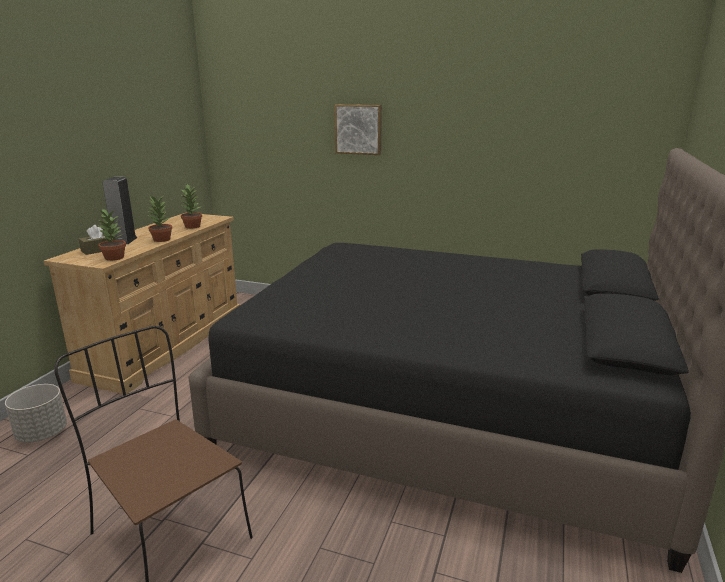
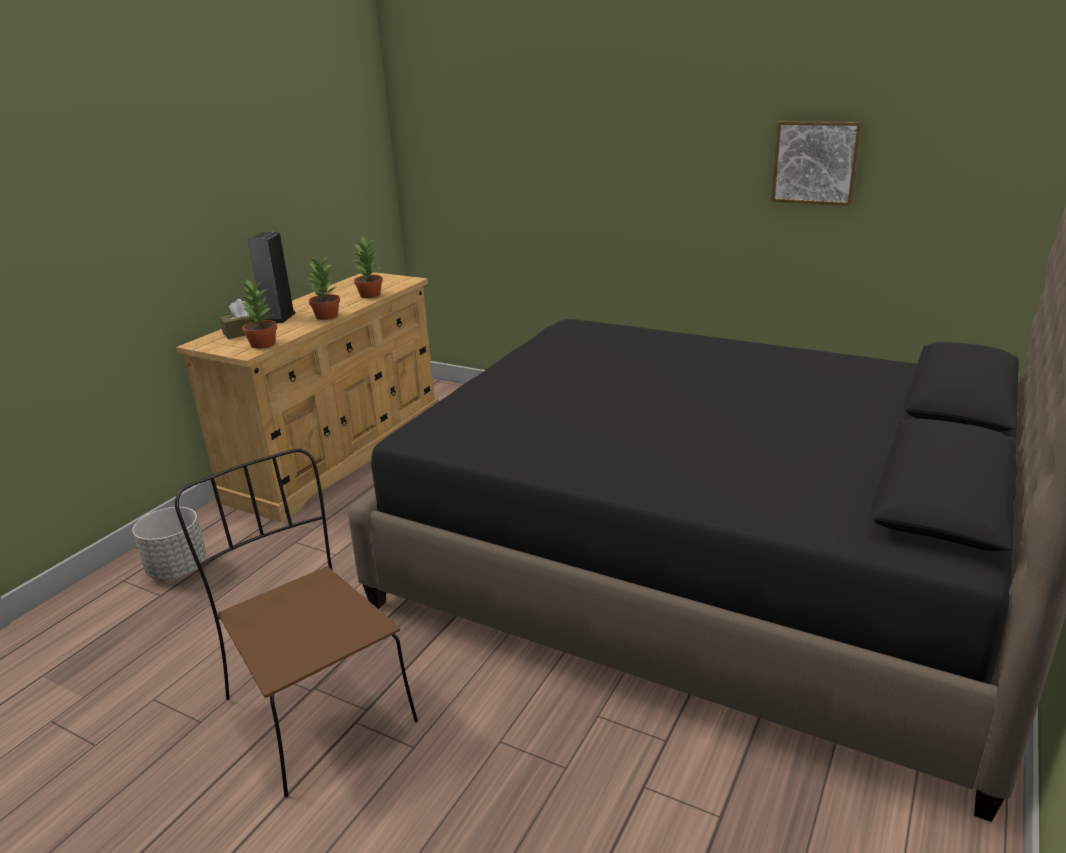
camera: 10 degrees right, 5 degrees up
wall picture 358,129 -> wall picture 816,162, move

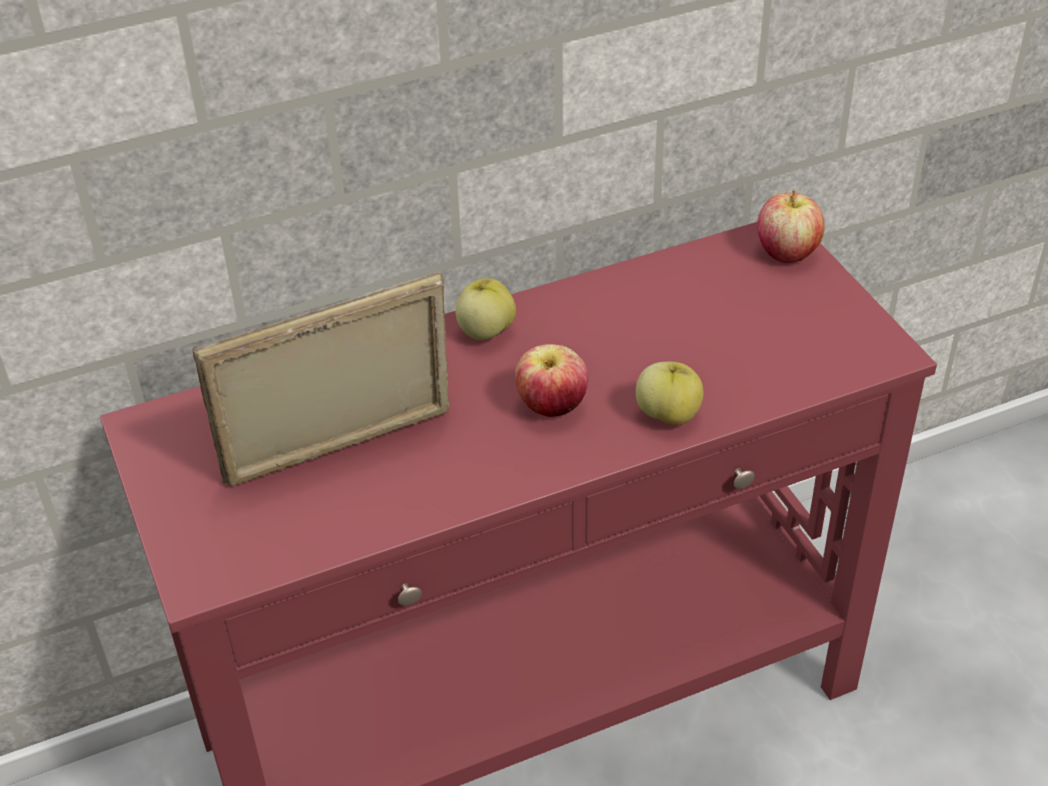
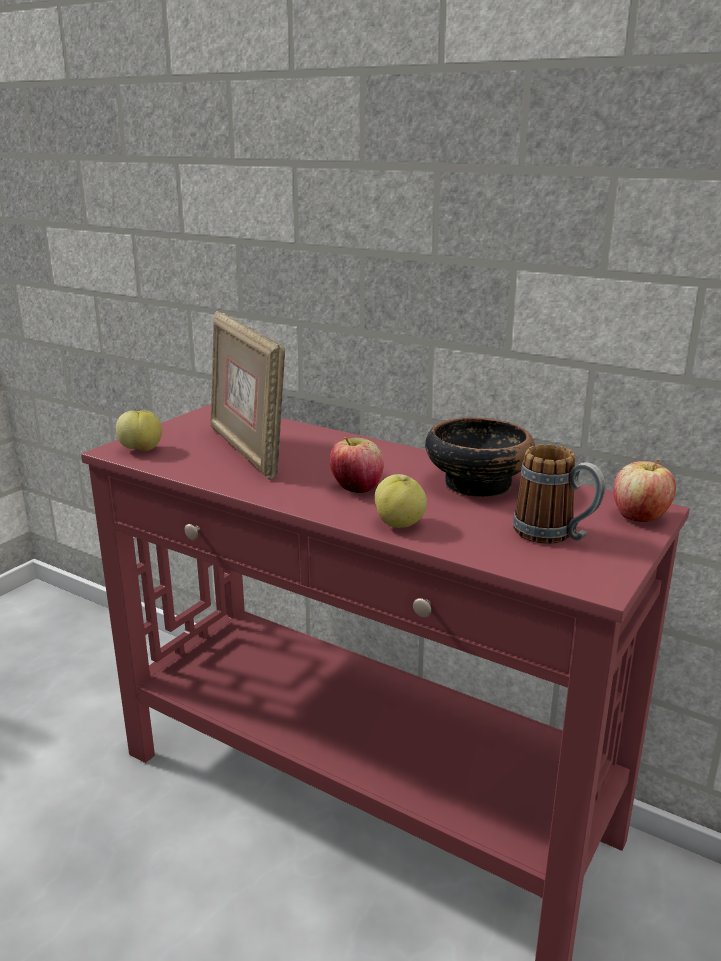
camera: 55 degrees right, 20 degrees down
photo frame 342,452 -> photo frame 247,451, 150 degrees counterclockwise
apple 485,331 -> apple 141,449, move
none -> bowl 476,484
none -> tea mug 555,535

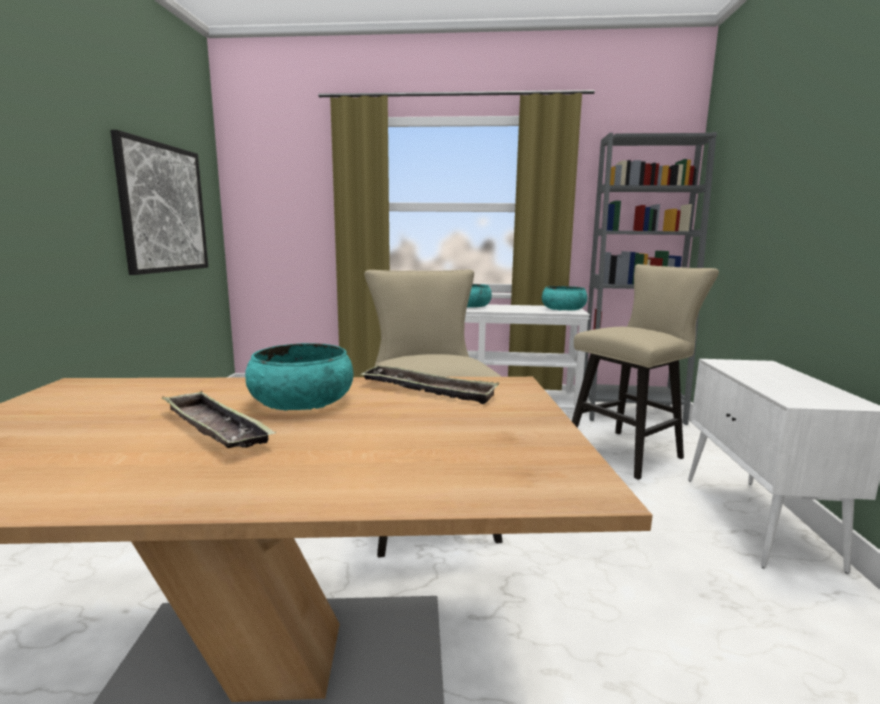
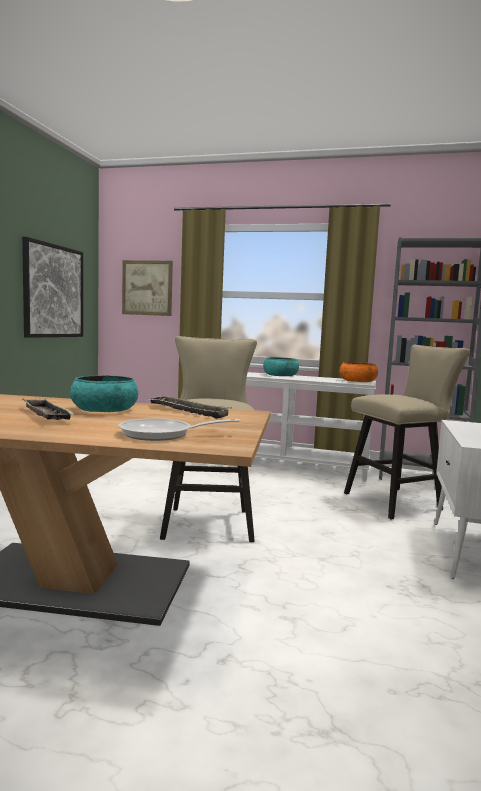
camera: 10 degrees right, 5 degrees down
turquoise-coloured bowl 563,309 -> orange bowl 358,381
none -> skillet 162,434
none -> wall picture 147,288

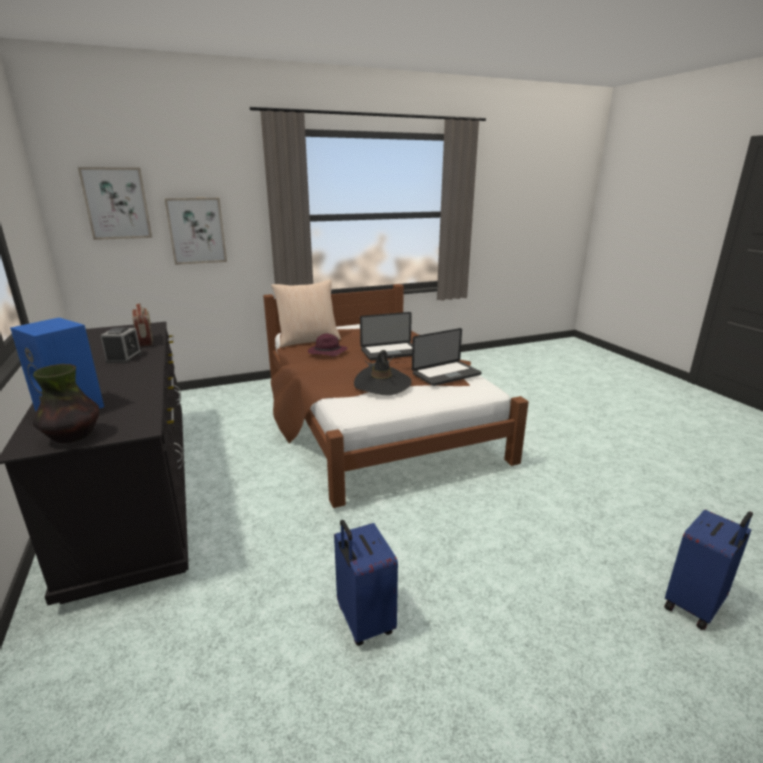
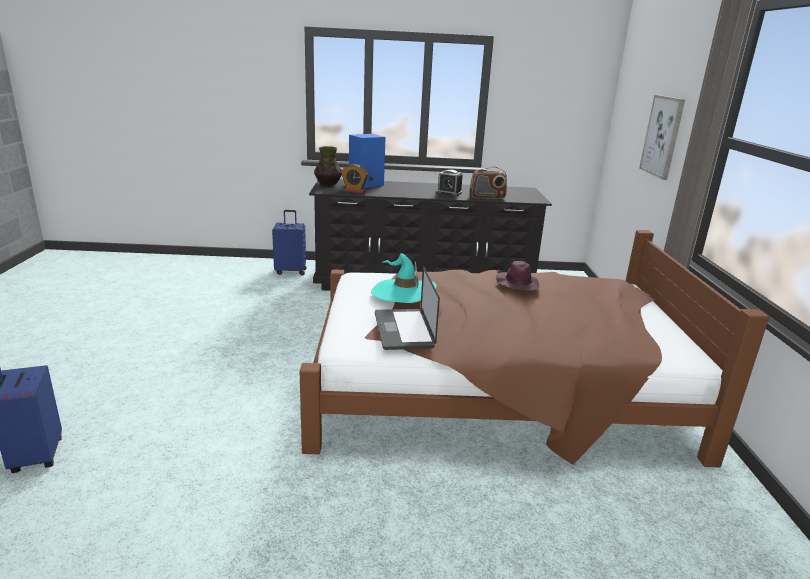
camera: 110 degrees right, 0 degrees up
wall picture 117,203 -> none
sand-coloured throw pillow 308,340 -> none
bluish suitcase 363,621 -> bluish suitcase 291,271, move
black-coloured hat 382,384 -> turquoise-coloured hat 403,293
notebook computer 390,352 -> none
none -> table clock 354,191

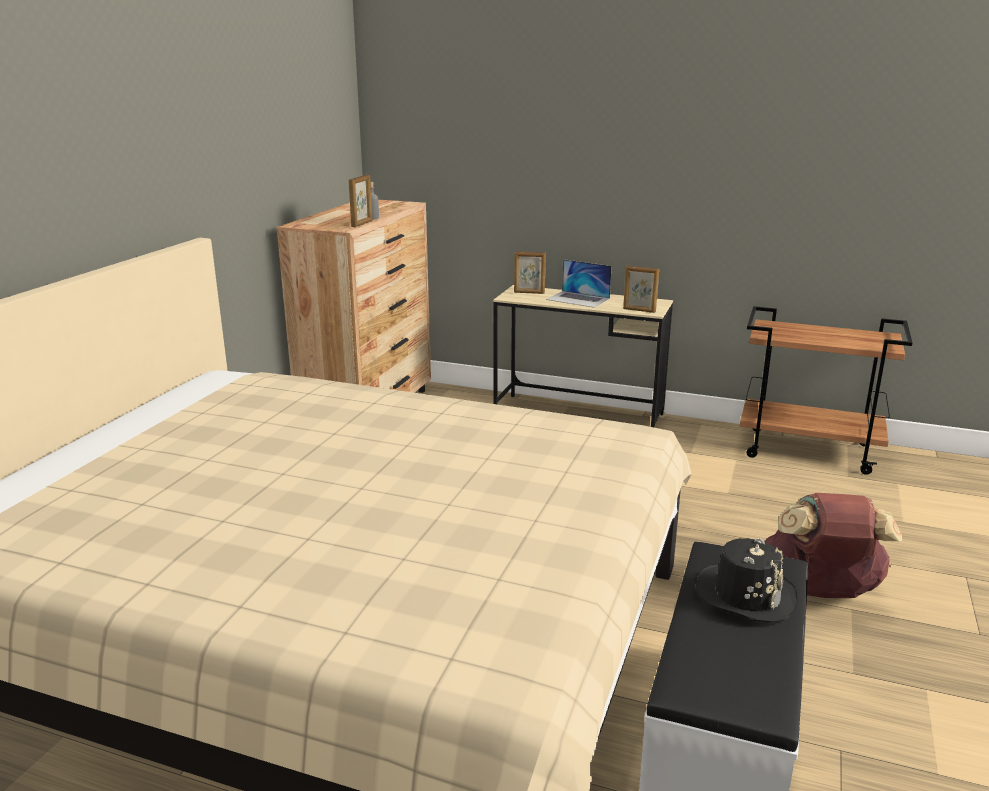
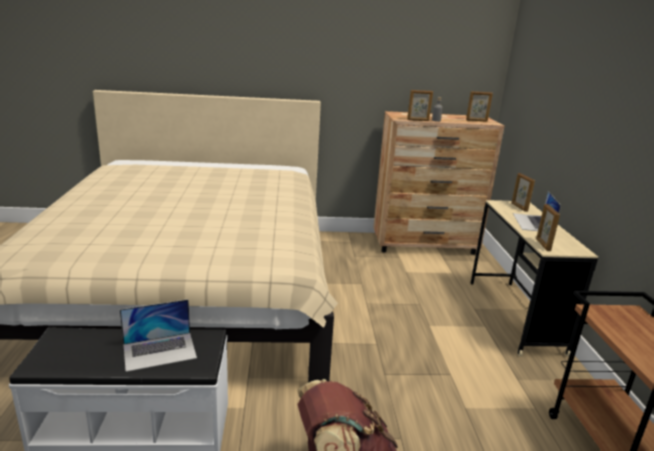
camera: 65 degrees right, 0 degrees up
black-coloured hat 745,594 -> notebook computer 160,351
none -> photo frame 476,120

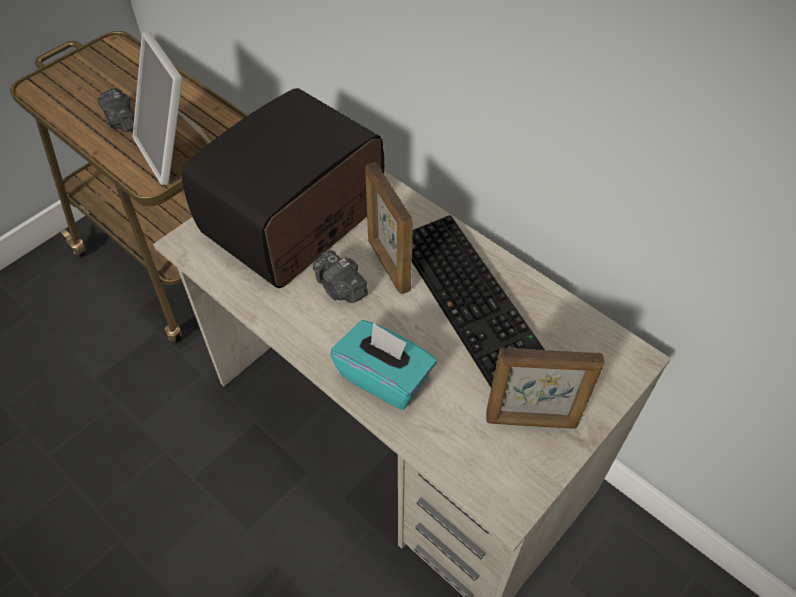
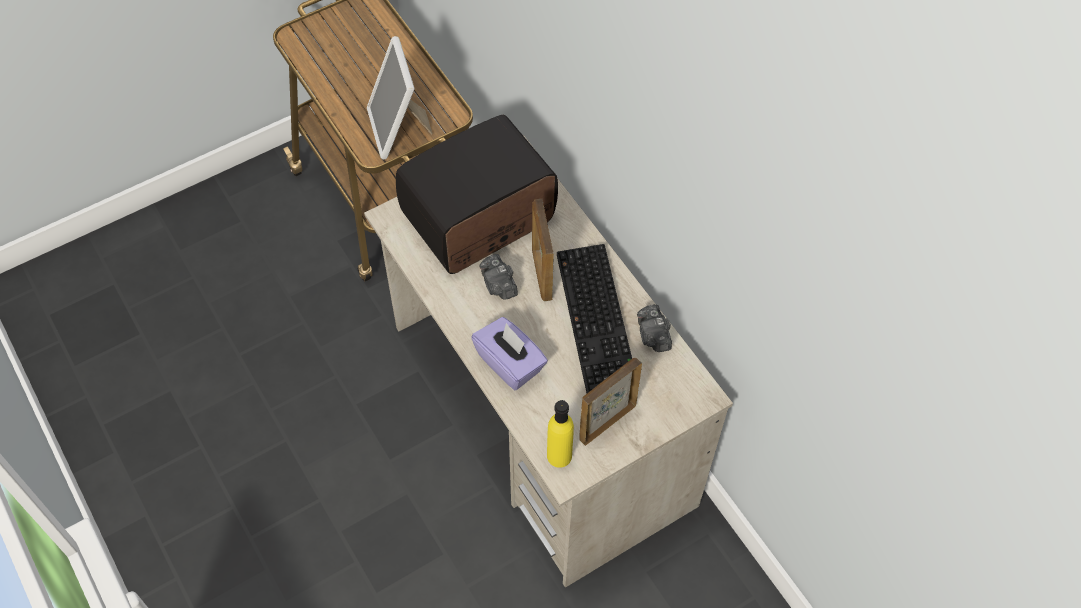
camera: 15 degrees right, 5 degrees up
photo camera 122,121 -> photo camera 653,336, move
turquoise-coloured box of tissues 384,377 -> purple-coloured box of tissues 510,363
photo frame 531,421 -> photo frame 606,422, 120 degrees clockwise
none -> yellow-coloured bottle 559,455

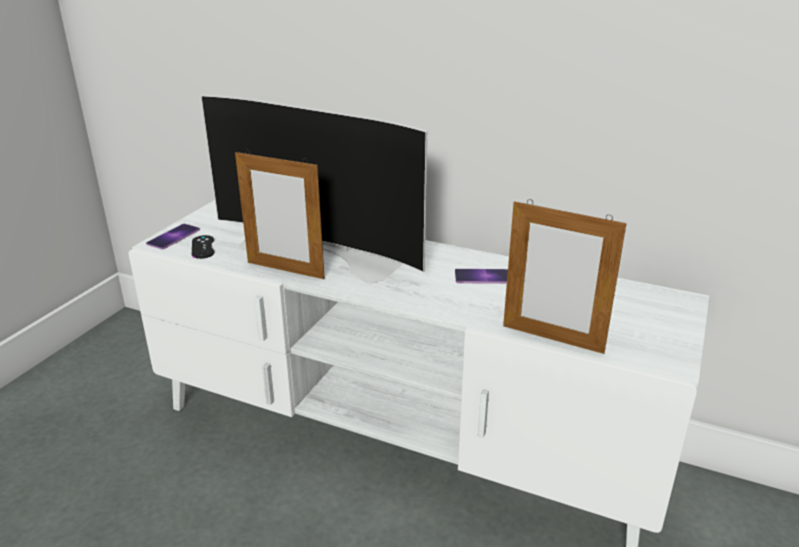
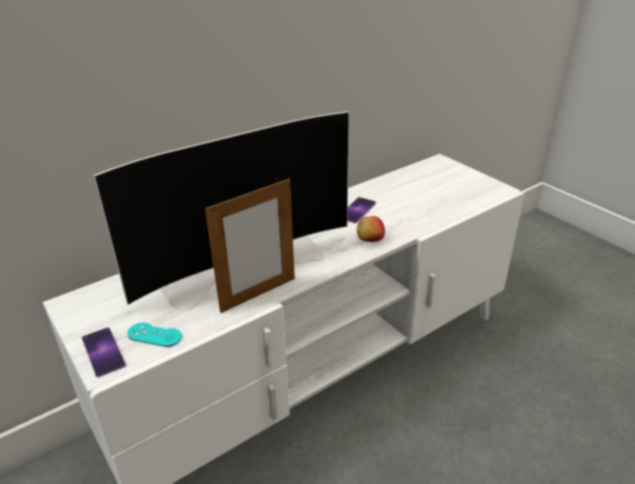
camera: 60 degrees left, 5 degrees up
black-coloured gamepad 203,247 -> turquoise-coloured gamepad 154,335
photo frame 552,339 -> none
none -> apple 370,239

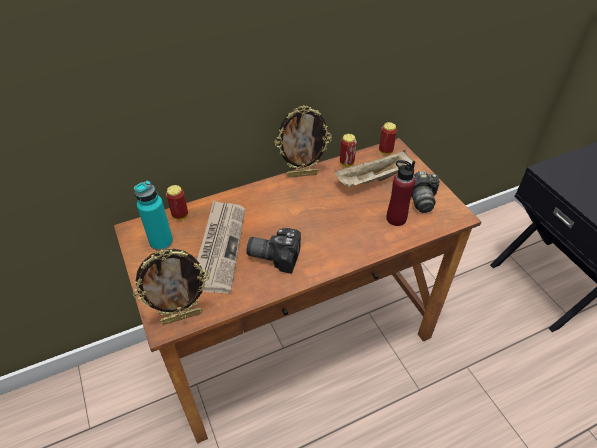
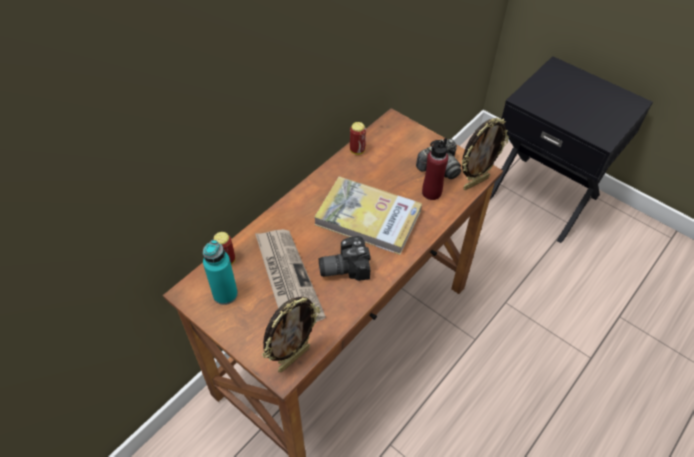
camera: 25 degrees left, 5 degrees up
photo frame 302,174 -> photo frame 475,182, move
sand-coloured tray 373,180 -> none
sealed can 385,151 -> none
none -> volume 368,218

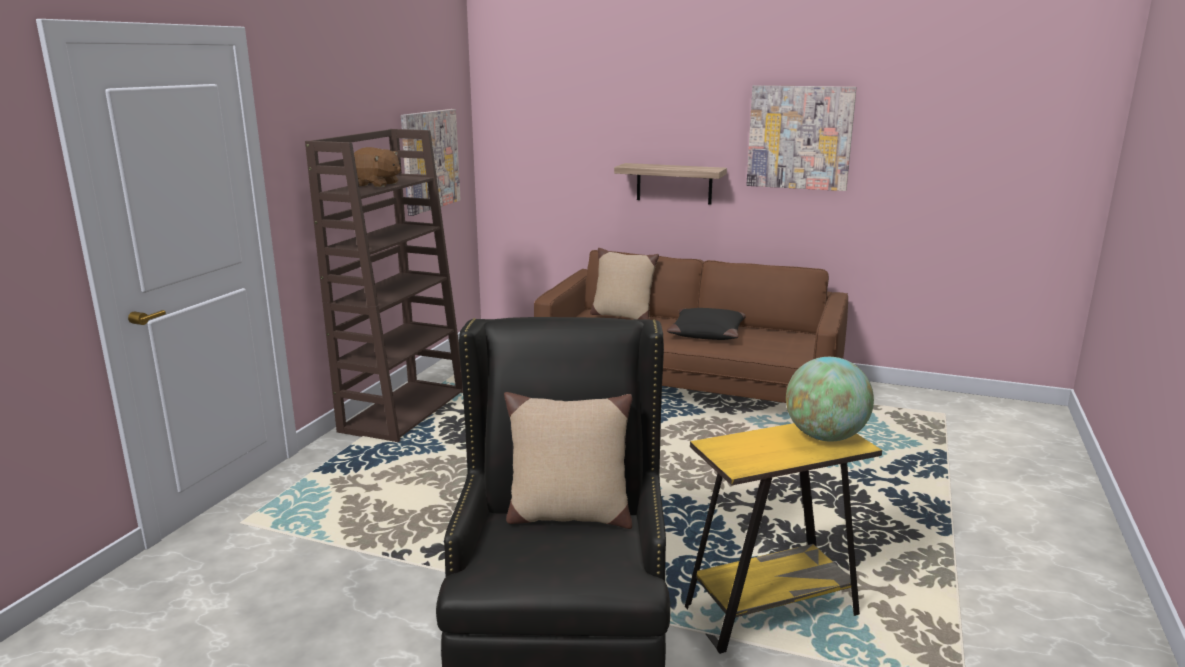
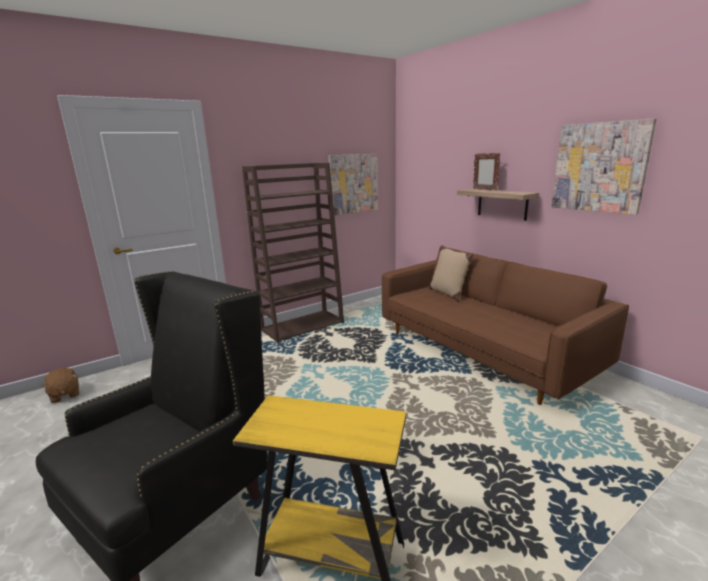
camera: 35 degrees right, 0 degrees up
brown plush toy 376,184 -> brown plush toy 64,395, move
sand-coloured throw pillow 568,516 -> none
black-coloured throw pillow 706,333 -> none
desk globe 825,437 -> none
none -> photo frame 484,190

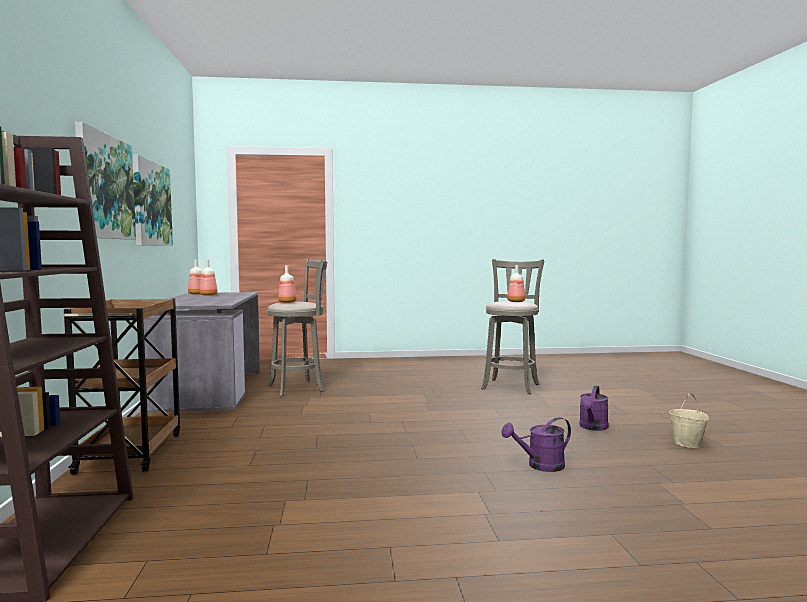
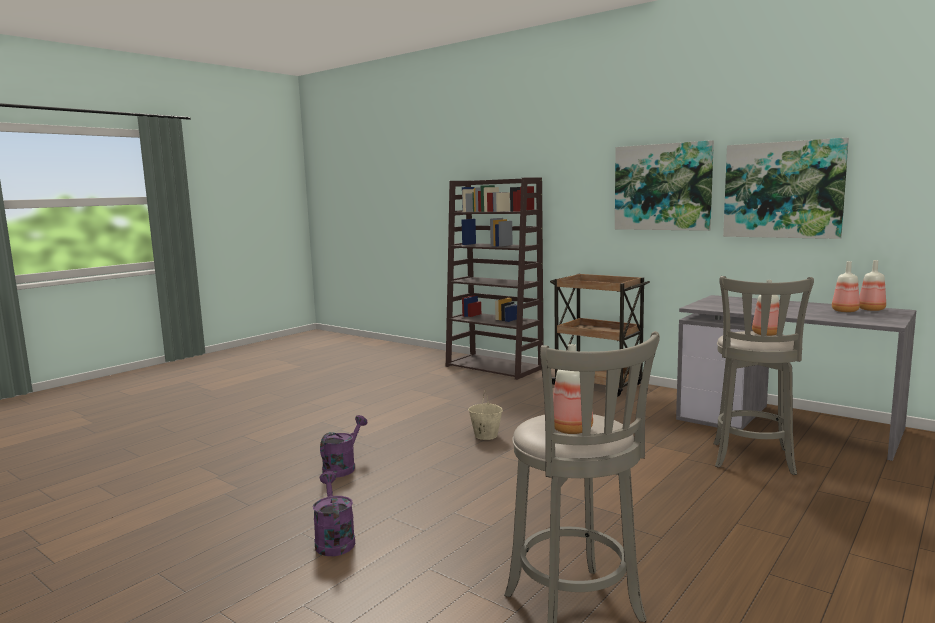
camera: 135 degrees right, 5 degrees up
sand-coloured water bucket 687,443 -> sand-coloured water bucket 485,436, move

